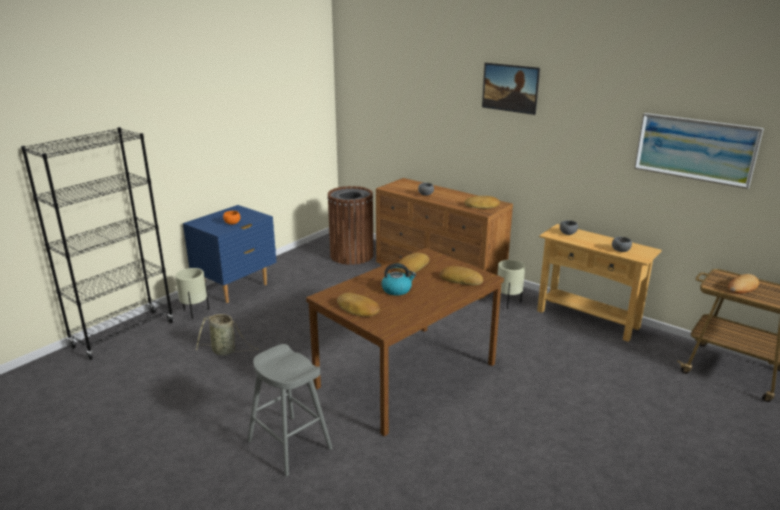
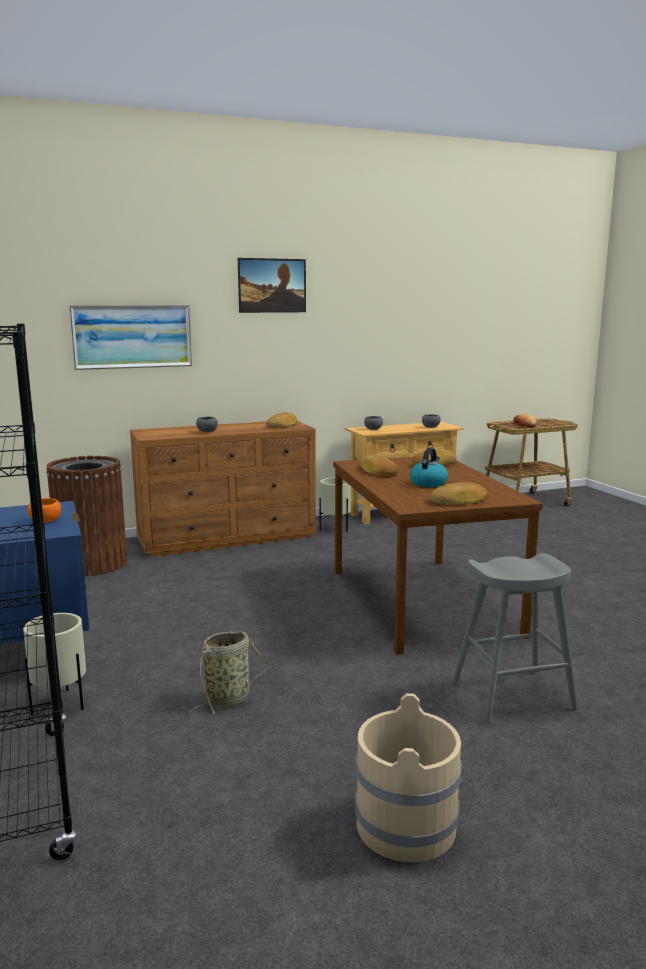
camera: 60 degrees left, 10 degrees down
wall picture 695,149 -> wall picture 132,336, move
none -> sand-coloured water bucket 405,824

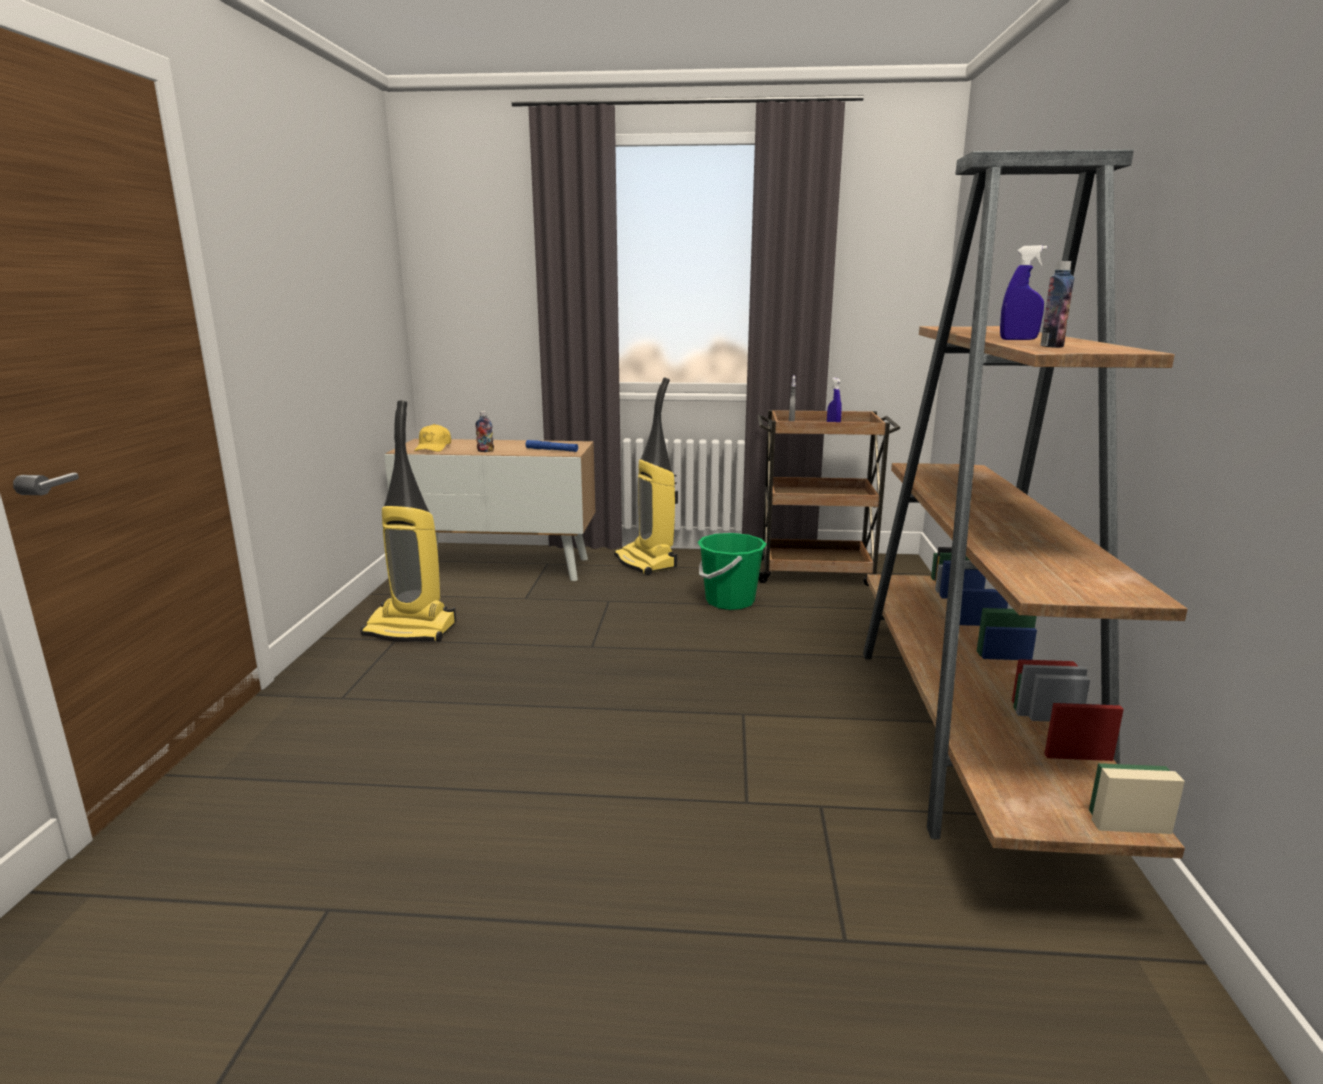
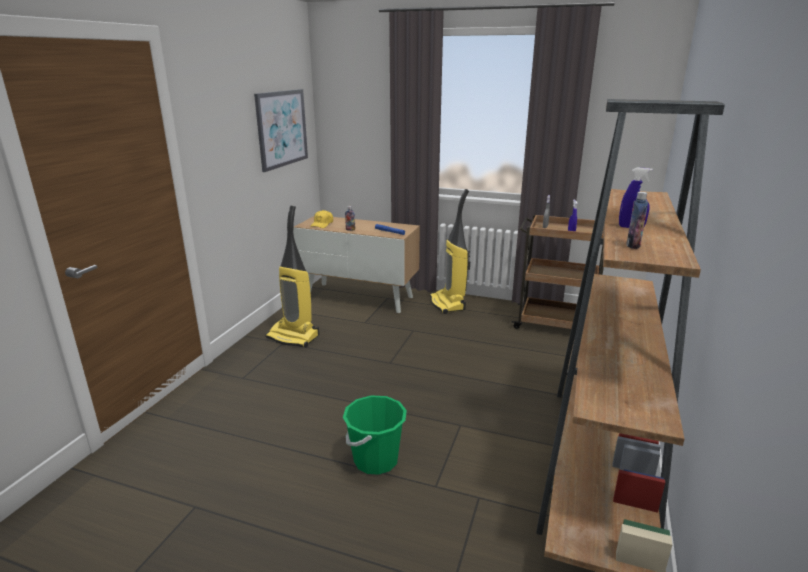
camera: 15 degrees right, 5 degrees up
green-coloured water bucket 729,601 -> green-coloured water bucket 375,460, move
none -> wall picture 282,128

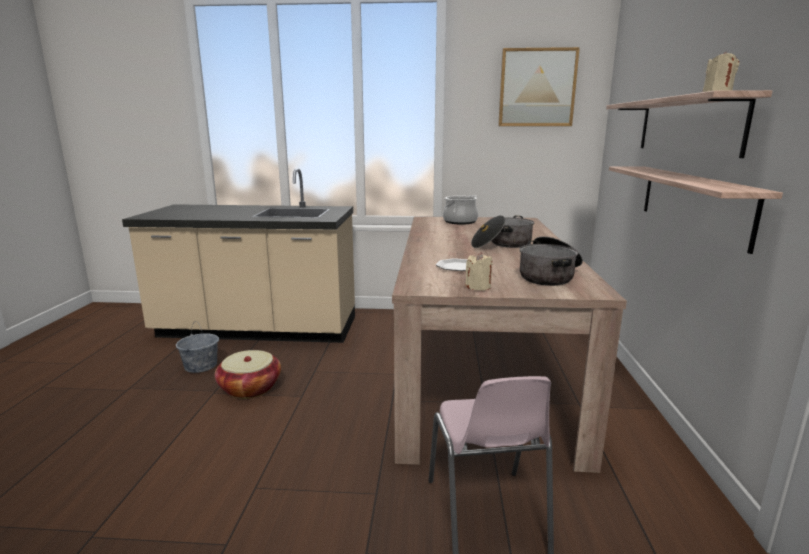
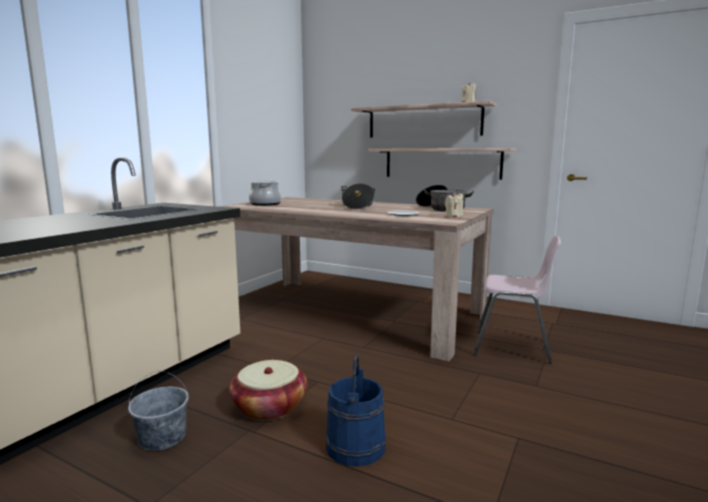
camera: 65 degrees left, 5 degrees down
wall picture 537,88 -> none
none -> bluish water bucket 355,446

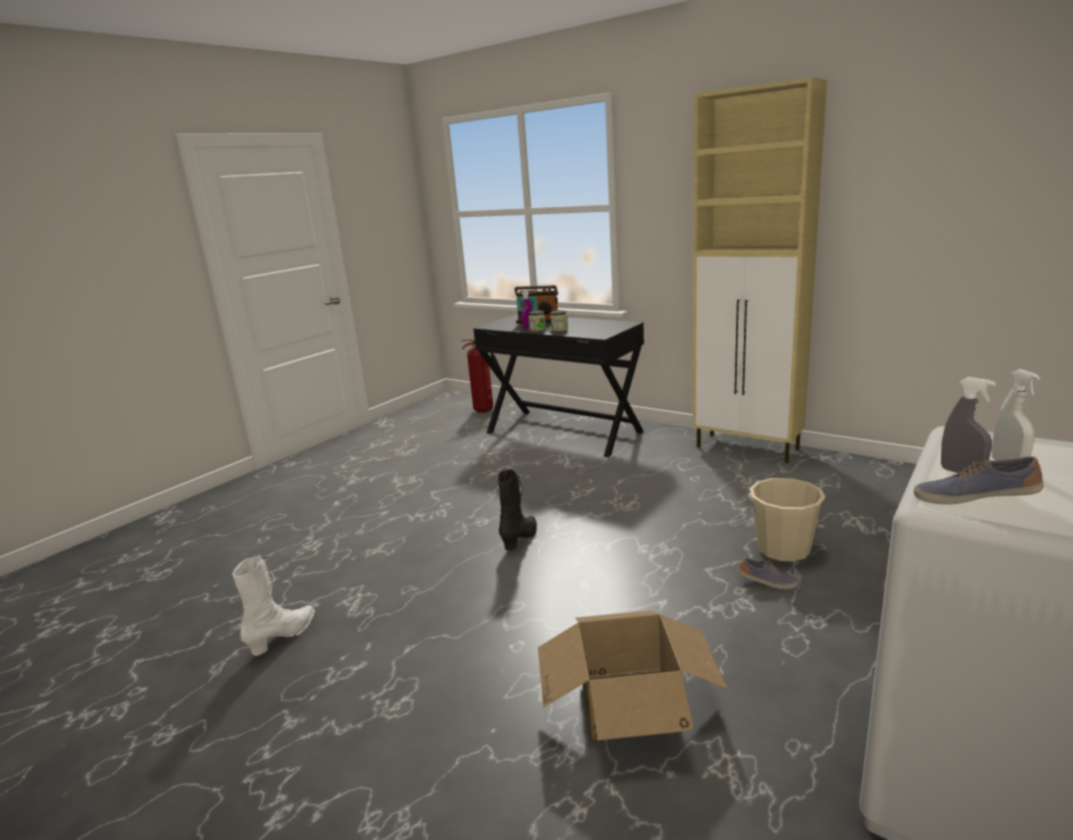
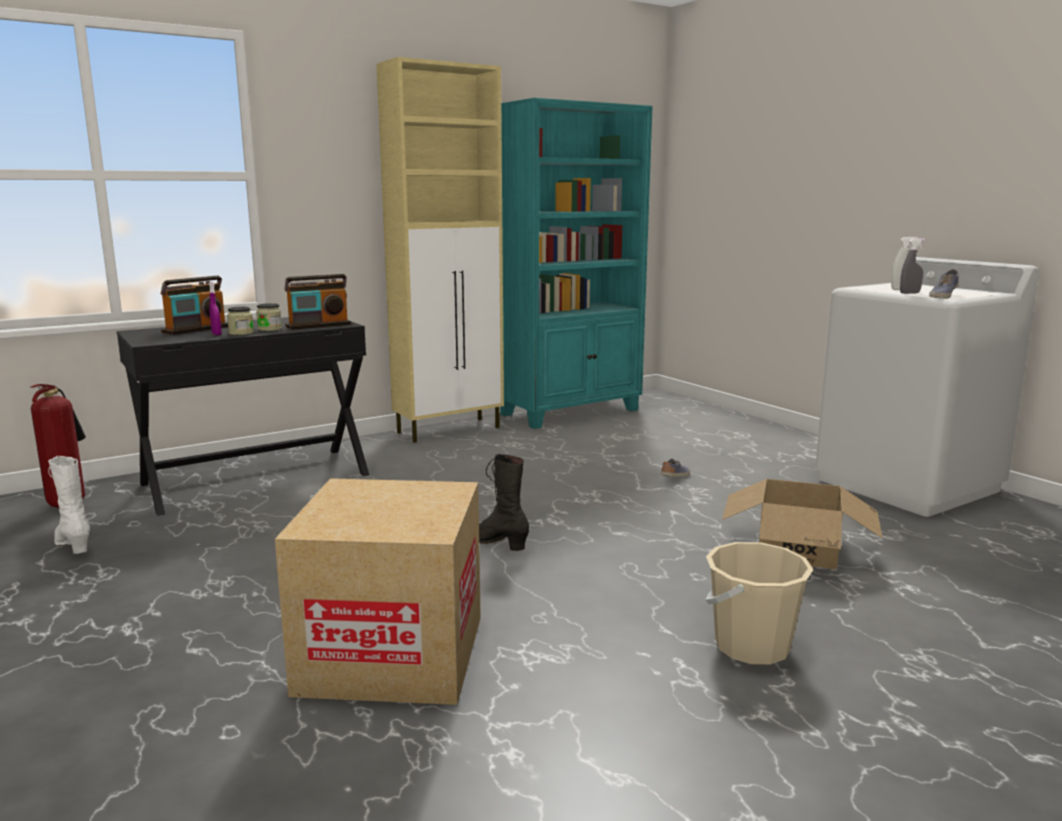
camera: 70 degrees left, 5 degrees down
white-coloured boot 284,636 -> white-coloured boot 73,545, move
sand-coloured water bucket 783,549 -> sand-coloured water bucket 751,647, move
none -> packing box 392,654
none -> radio 318,325
none -> turquoise-coloured shelving unit 571,412

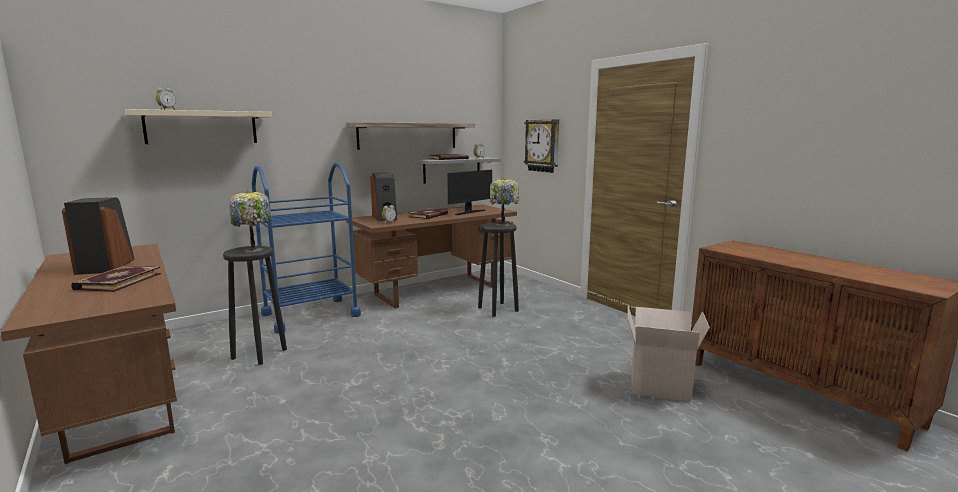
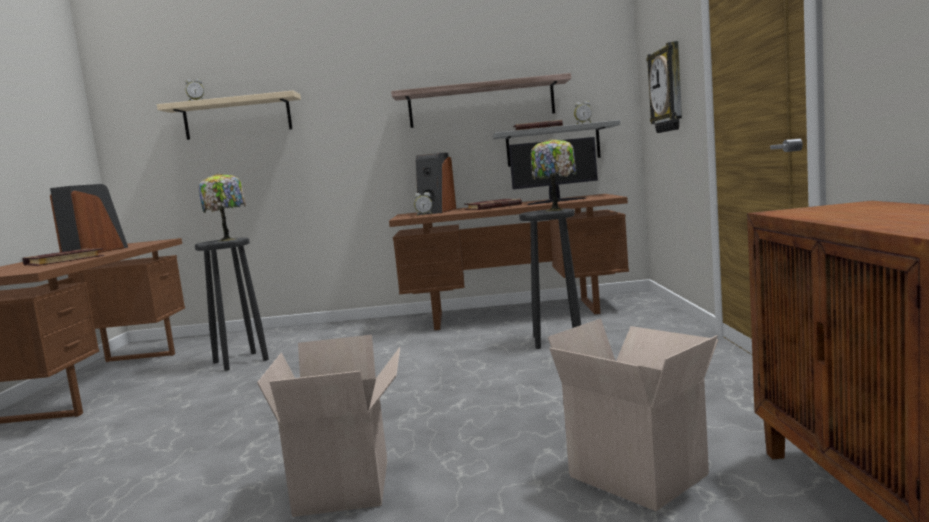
camera: 35 degrees right, 5 degrees down
bluish trolley 311,315 -> none
none -> packing box 347,487

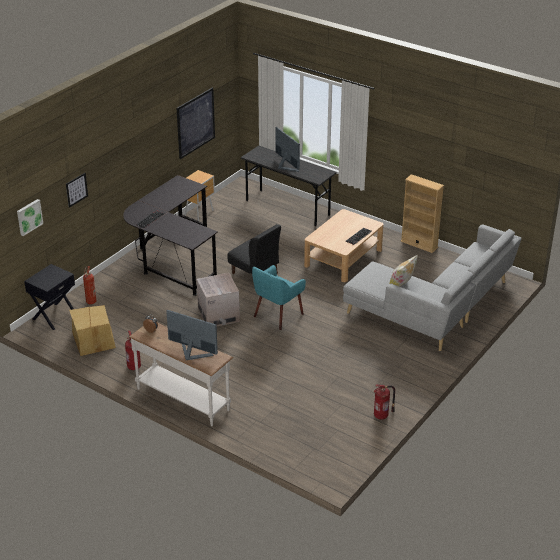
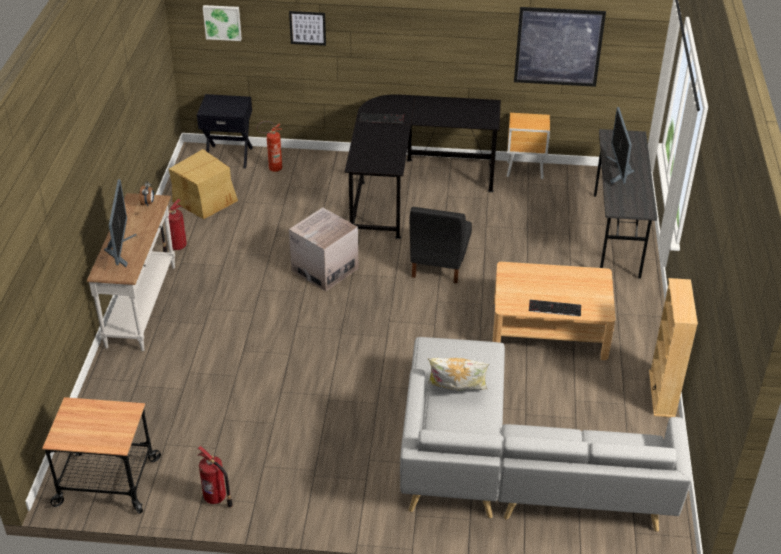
camera: 60 degrees right, 5 degrees up
turquoise-coloured lounge chair 277,315 -> none
computer screen 285,166 -> computer screen 619,171, 150 degrees clockwise
none -> trolley 107,482

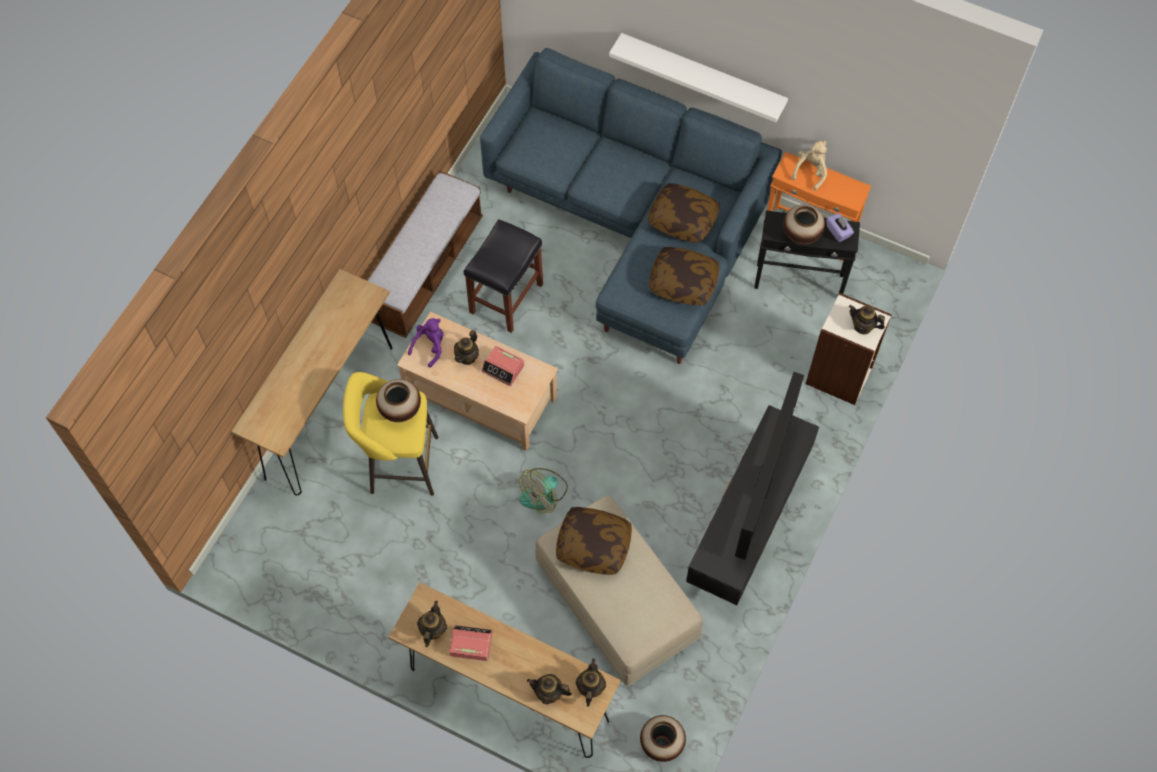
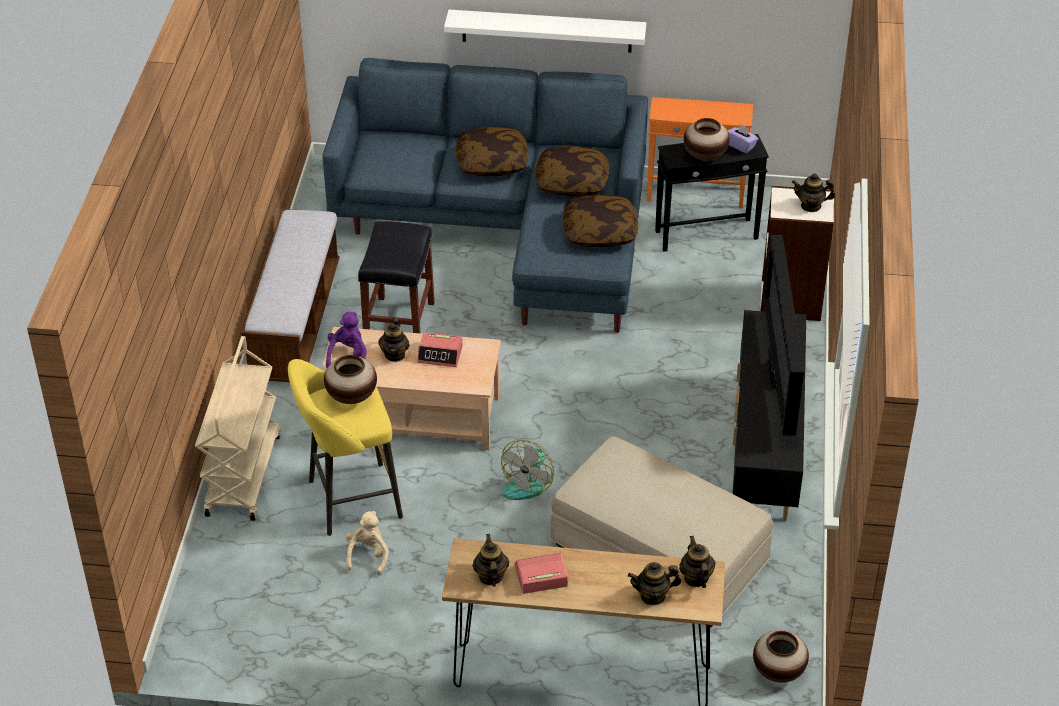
camera: 20 degrees left, 20 degrees down
brown hall table 329,411 -> sand-coloured trolley 243,474
throw pillow 593,545 -> throw pillow 492,162, move
sand-coloured plush toy 811,172 -> sand-coloured plush toy 368,555, move

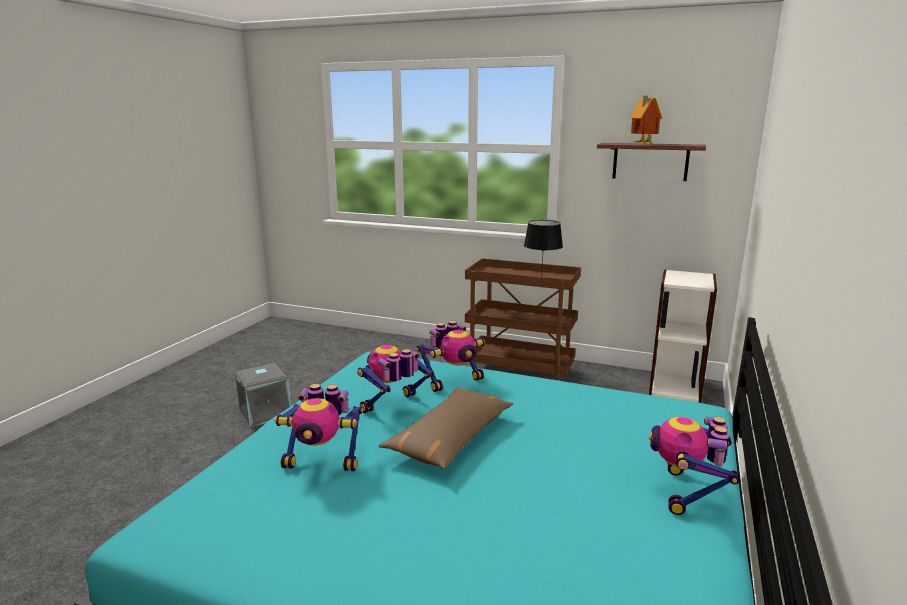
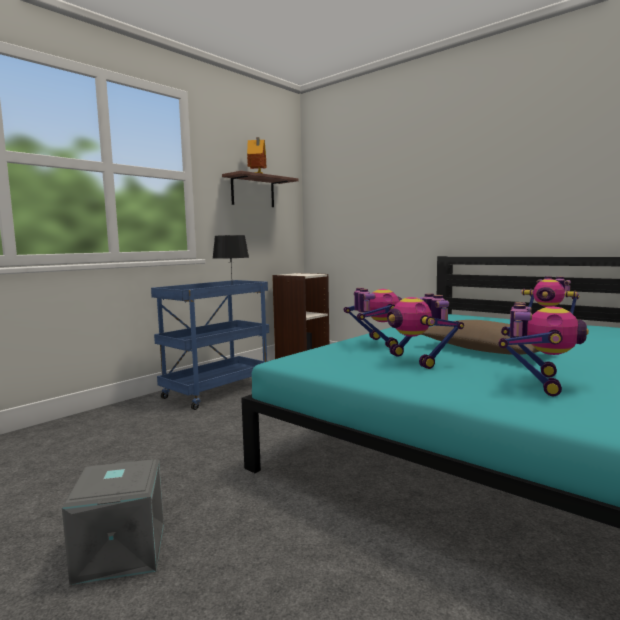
camera: 70 degrees left, 10 degrees down
brown trolley 520,371 -> bluish trolley 217,391

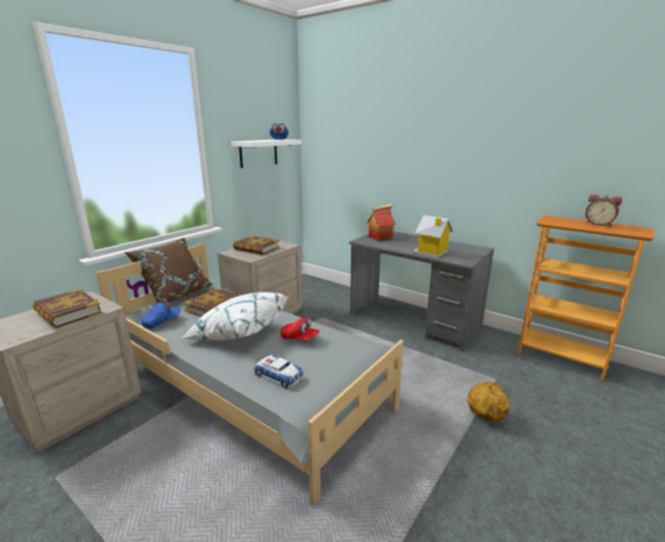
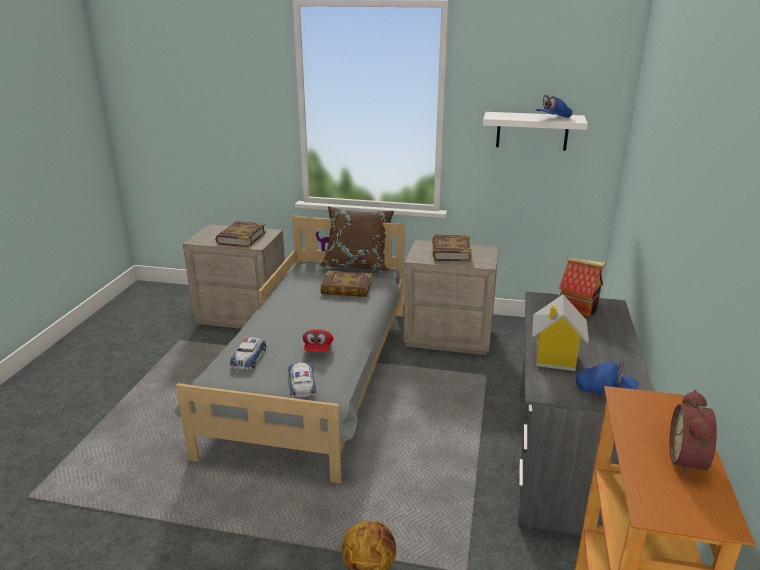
camera: 65 degrees right, 5 degrees up
bluish peaked cap 162,322 -> bluish peaked cap 604,390, move
white-coloured throw pillow 238,333 -> none
none -> toy car 302,384

